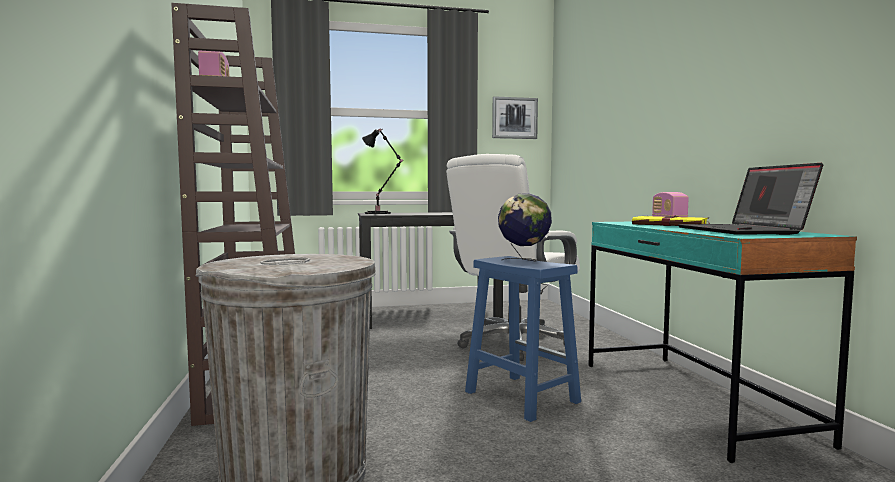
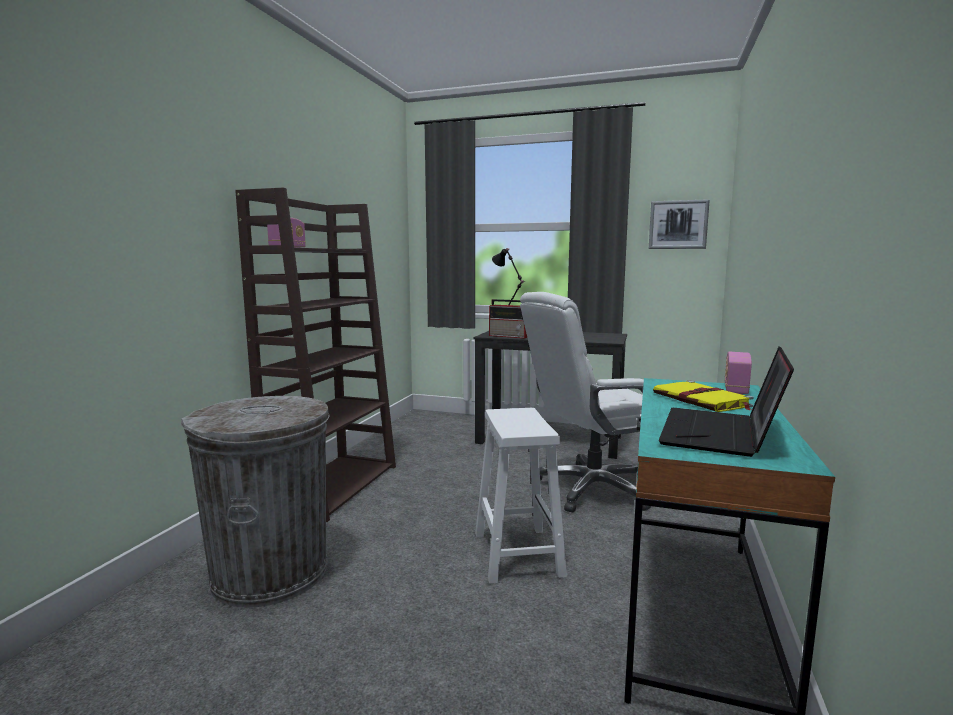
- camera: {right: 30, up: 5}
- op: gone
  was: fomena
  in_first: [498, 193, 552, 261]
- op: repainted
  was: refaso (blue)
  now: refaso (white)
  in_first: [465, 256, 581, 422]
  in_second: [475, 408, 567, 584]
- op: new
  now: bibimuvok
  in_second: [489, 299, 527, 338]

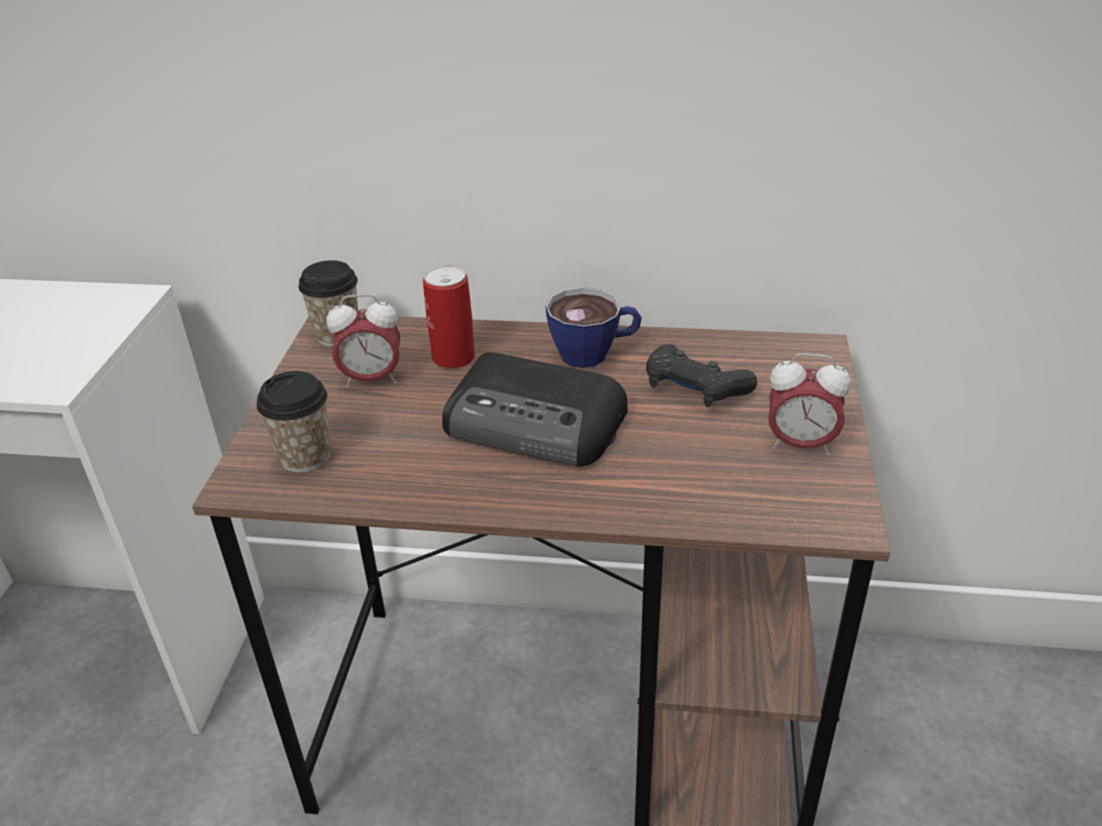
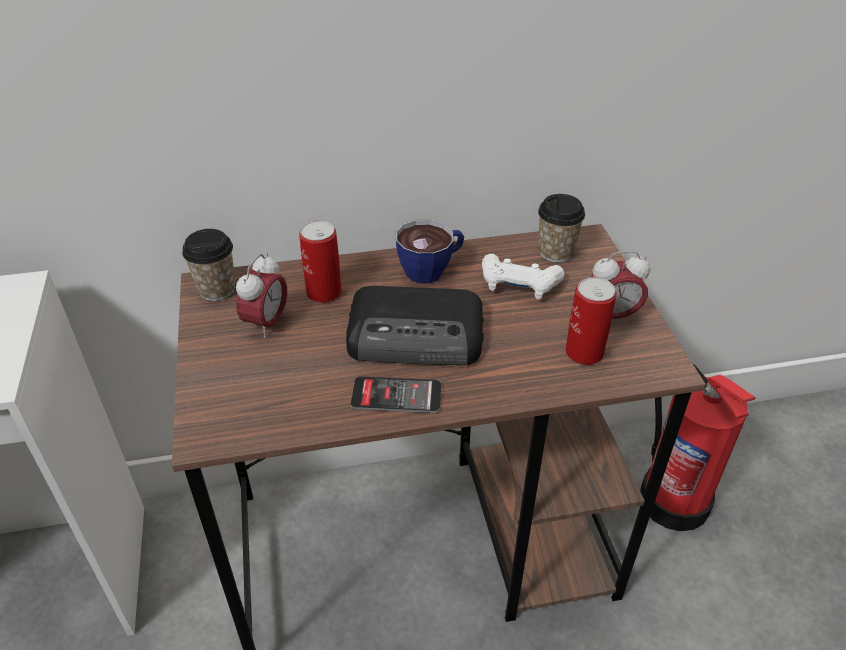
- camera: {right: -20, up: 5}
- op: rotated
  was: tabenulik
  in_first: [326, 294, 400, 388]
  in_second: [236, 253, 287, 338]
  clockwise: -45
- op: repainted
  was: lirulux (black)
  now: lirulux (white)
  in_first: [646, 344, 757, 407]
  in_second: [482, 254, 564, 299]
- op: shifted
  was: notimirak
  in_first: [256, 371, 331, 472]
  in_second: [538, 194, 585, 263]
- op: new
  now: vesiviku
  in_second: [565, 277, 617, 365]
- op: new
  now: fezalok
  in_second: [640, 364, 756, 531]
- op: new
  now: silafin
  in_second: [351, 376, 442, 413]

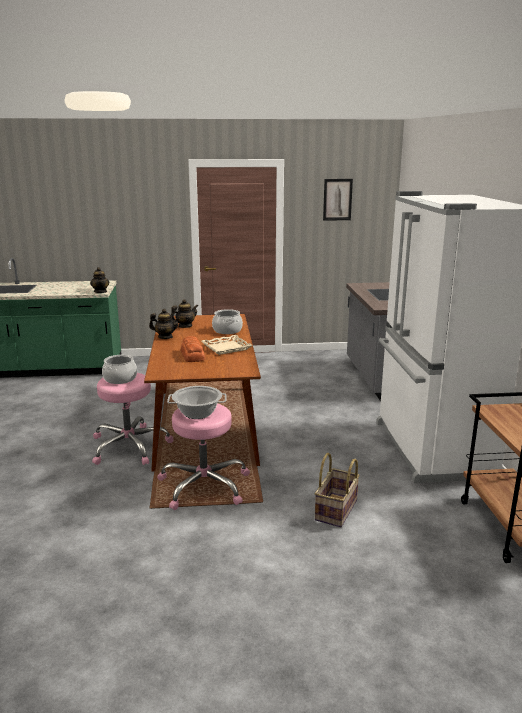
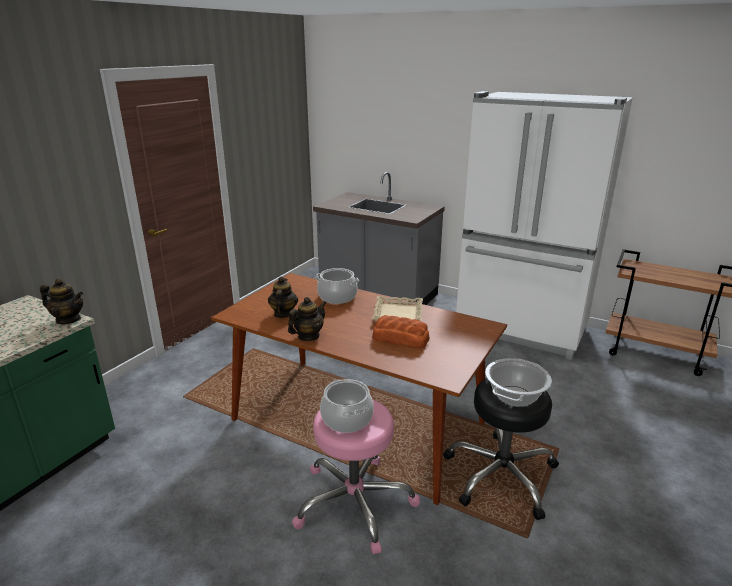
- camera: {right: -55, up: 5}
- op: gone
  was: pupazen
  in_first: [323, 179, 353, 221]
- op: repainted
  was: refaso (pink)
  now: refaso (black)
  in_first: [157, 404, 250, 510]
  in_second: [443, 378, 559, 520]
- op: gone
  was: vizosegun
  in_first: [315, 453, 360, 527]

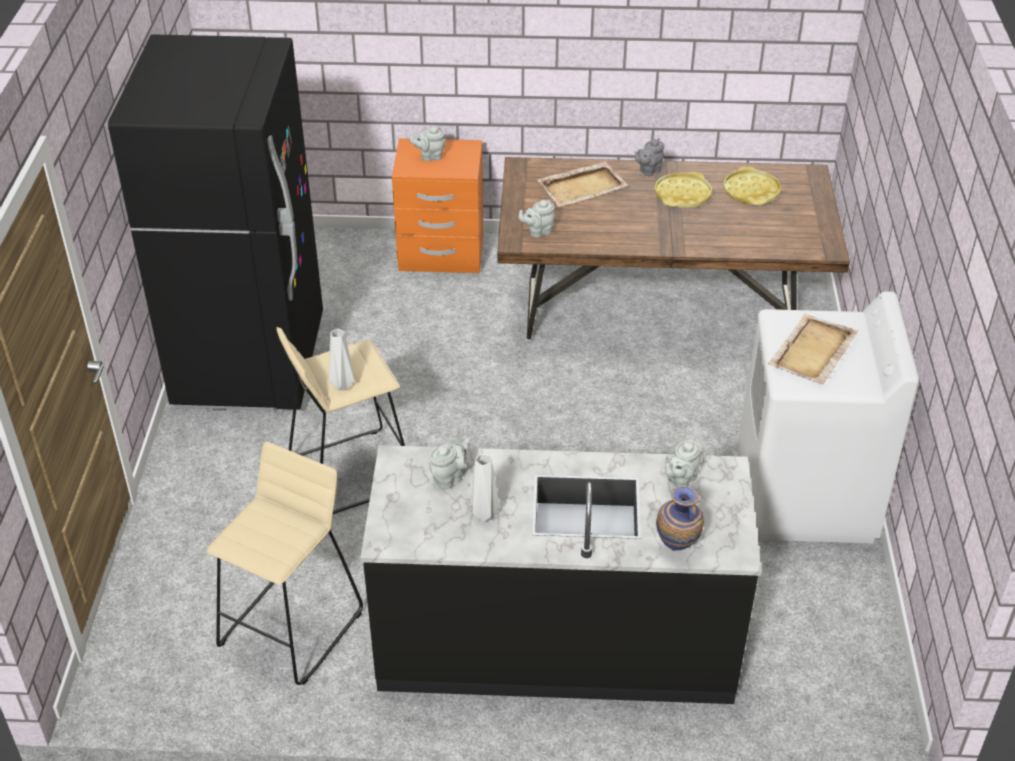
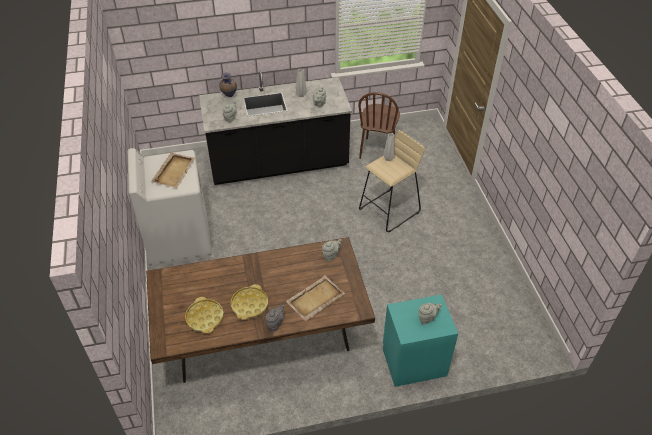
- camera: {right: 165, up: 5}
- op: gone
  was: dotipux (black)
  in_first: [108, 34, 323, 411]
- op: repainted
  was: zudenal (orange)
  now: zudenal (turquoise)
  in_first: [392, 138, 483, 273]
  in_second: [383, 294, 458, 387]
- op: swapped
  was: refaso (beige)
  now: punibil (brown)
  in_first: [207, 442, 363, 685]
  in_second: [358, 92, 400, 159]

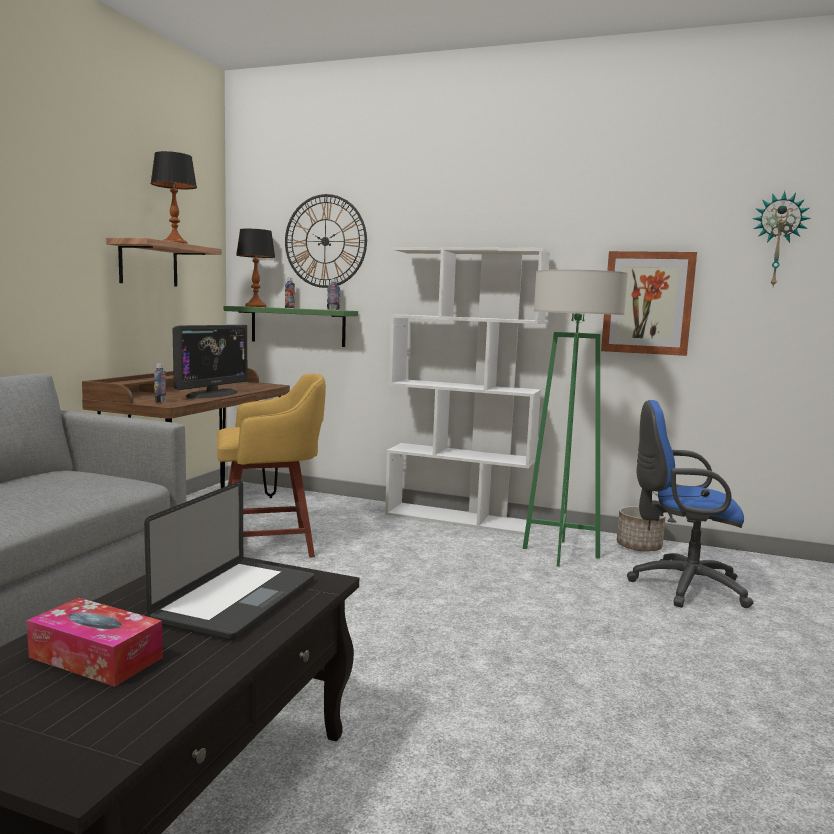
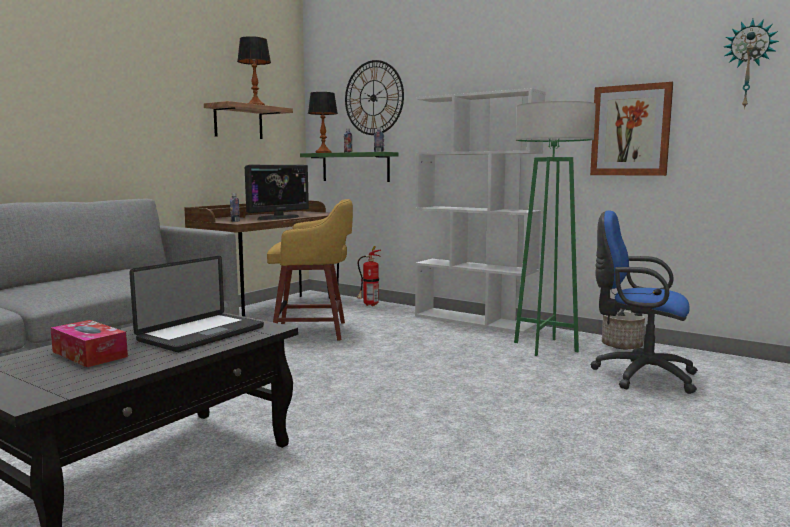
- camera: {right: 15, up: 0}
- op: new
  now: fezalok
  in_second: [357, 246, 381, 306]

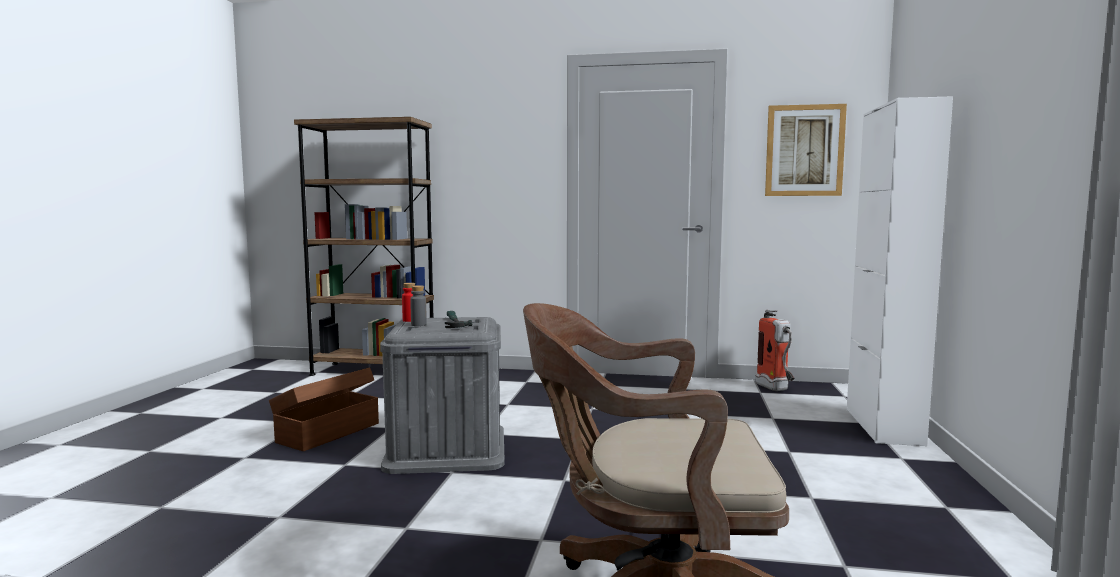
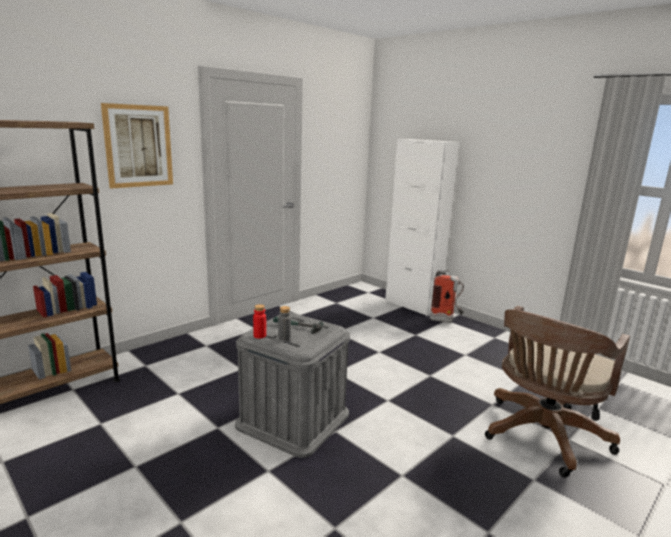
- camera: {right: -55, up: 10}
- op: shifted
  was: pupazen
  in_first: [765, 104, 847, 196]
  in_second: [101, 103, 173, 188]
- op: shifted
  was: fezalok
  in_first: [755, 310, 795, 391]
  in_second: [430, 270, 464, 323]
- op: gone
  was: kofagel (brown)
  in_first: [269, 368, 379, 451]

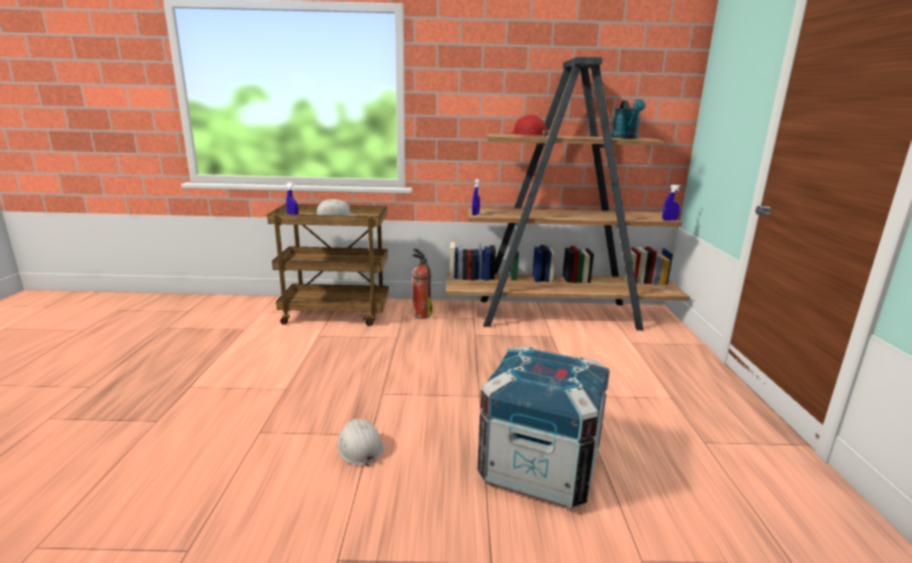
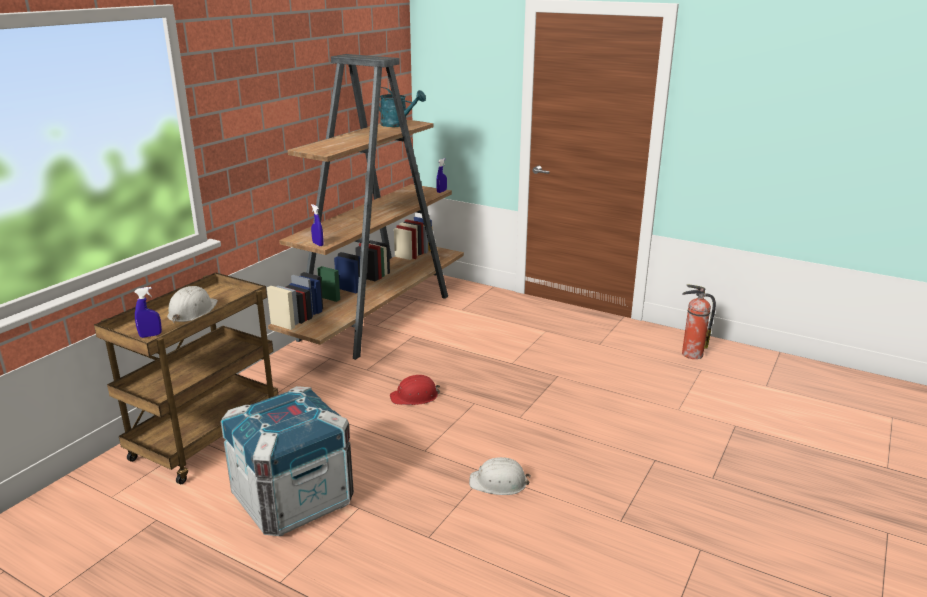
- camera: {right: -60, up: 5}
- op: shifted
  was: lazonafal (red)
  in_first: [507, 115, 549, 137]
  in_second: [390, 375, 440, 405]
- op: shifted
  was: fezalok
  in_first: [412, 248, 433, 319]
  in_second: [682, 285, 716, 359]
- op: shifted
  was: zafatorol
  in_first: [477, 346, 610, 509]
  in_second: [221, 386, 354, 536]

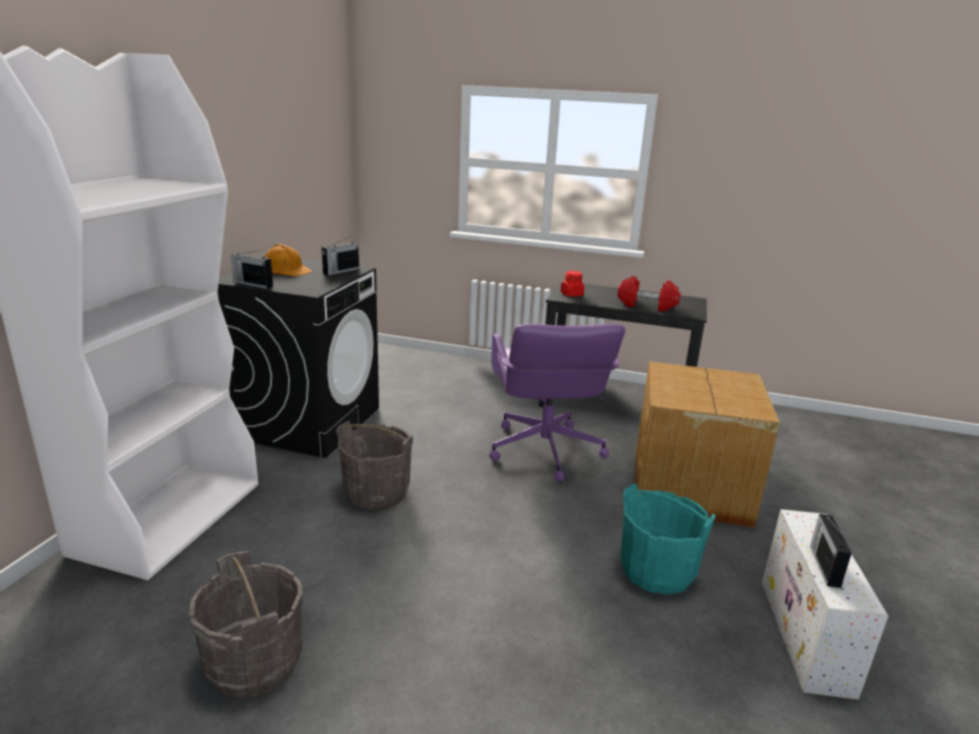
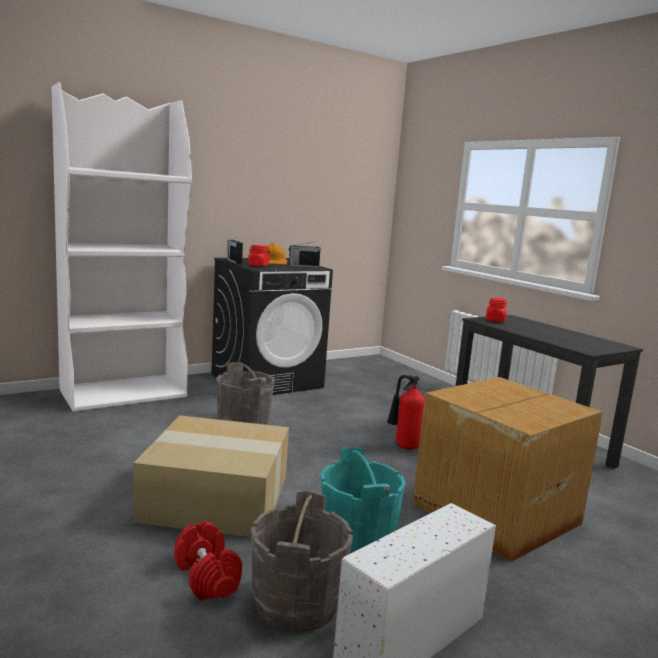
- camera: {right: 40, up: -10}
- op: shifted
  was: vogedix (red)
  in_first: [617, 276, 681, 312]
  in_second: [175, 521, 242, 601]
- op: swapped
  was: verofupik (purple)
  now: fezalok
  in_first: [489, 324, 625, 482]
  in_second: [387, 375, 425, 449]
- op: gone
  was: bibimuvok
  in_first: [810, 514, 852, 588]
- op: shifted
  was: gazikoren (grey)
  in_first: [189, 551, 302, 698]
  in_second: [251, 491, 353, 632]
- op: new
  now: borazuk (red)
  in_second: [248, 245, 271, 267]
- op: new
  now: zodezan
  in_second: [134, 415, 289, 537]

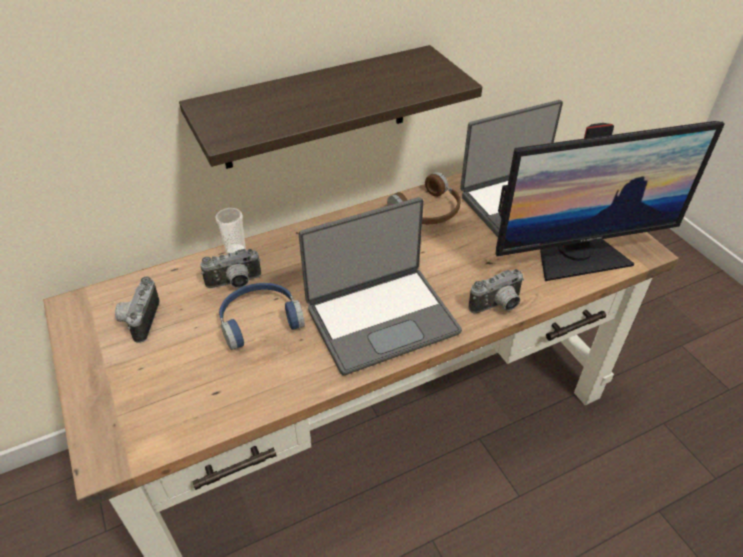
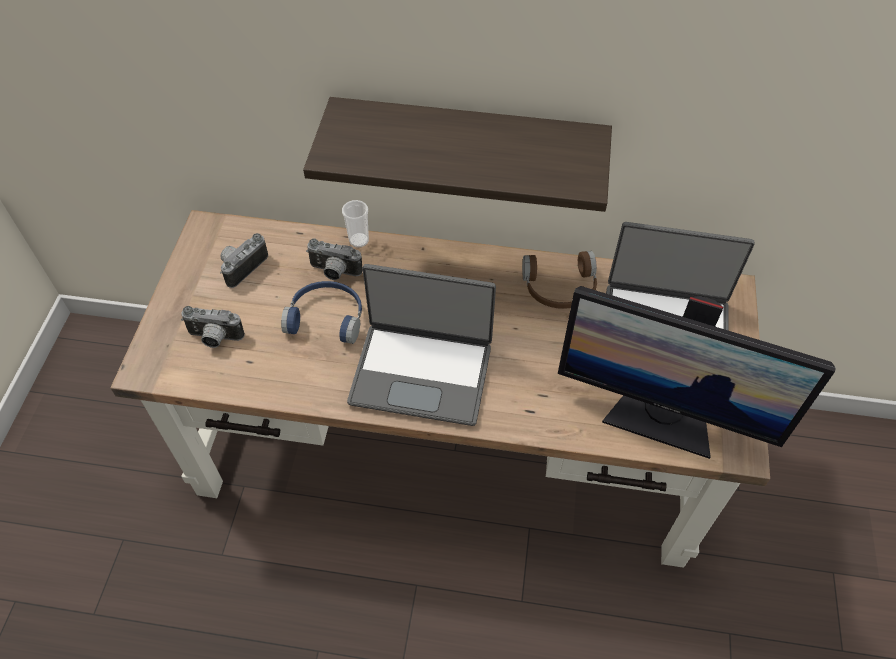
- camera: {right: 35, up: 10}
- op: shifted
  was: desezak
  in_first: [468, 269, 524, 313]
  in_second: [181, 306, 245, 348]

